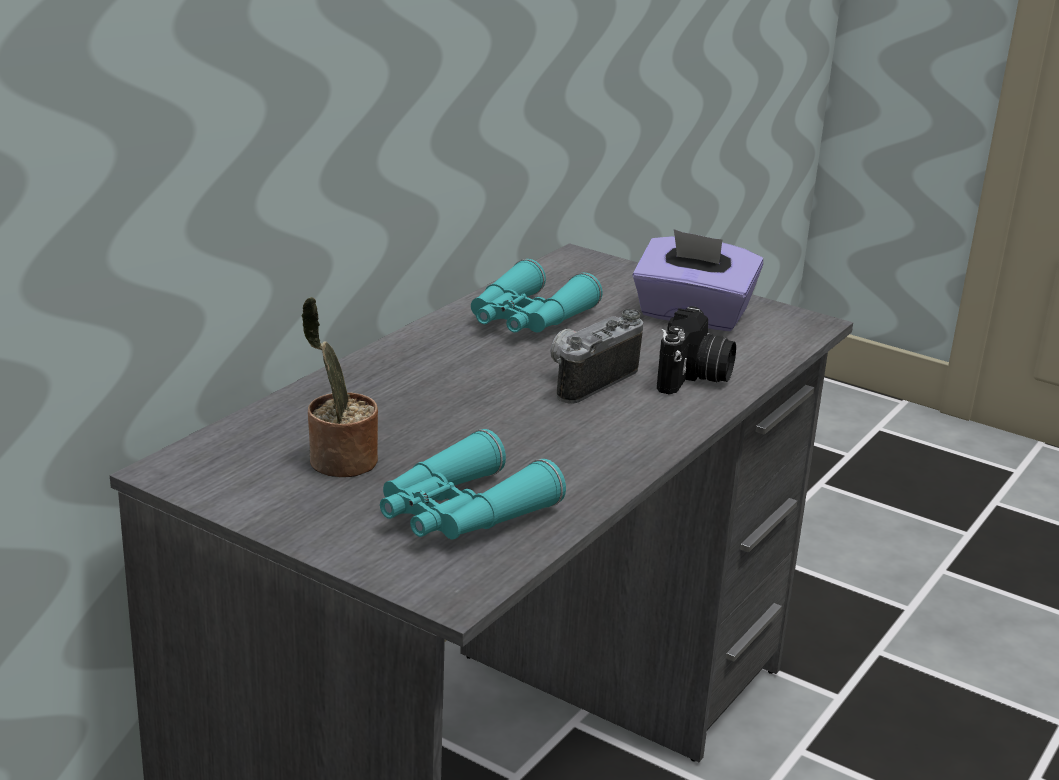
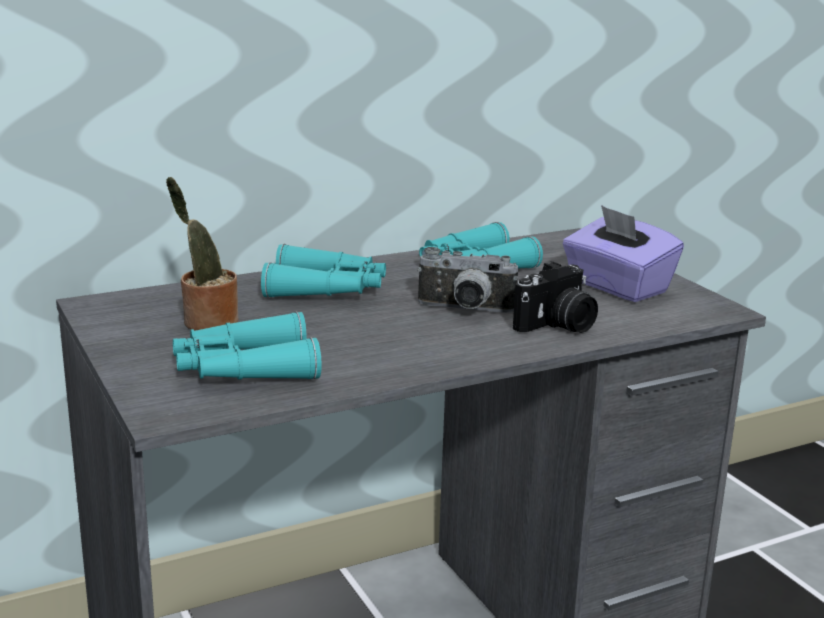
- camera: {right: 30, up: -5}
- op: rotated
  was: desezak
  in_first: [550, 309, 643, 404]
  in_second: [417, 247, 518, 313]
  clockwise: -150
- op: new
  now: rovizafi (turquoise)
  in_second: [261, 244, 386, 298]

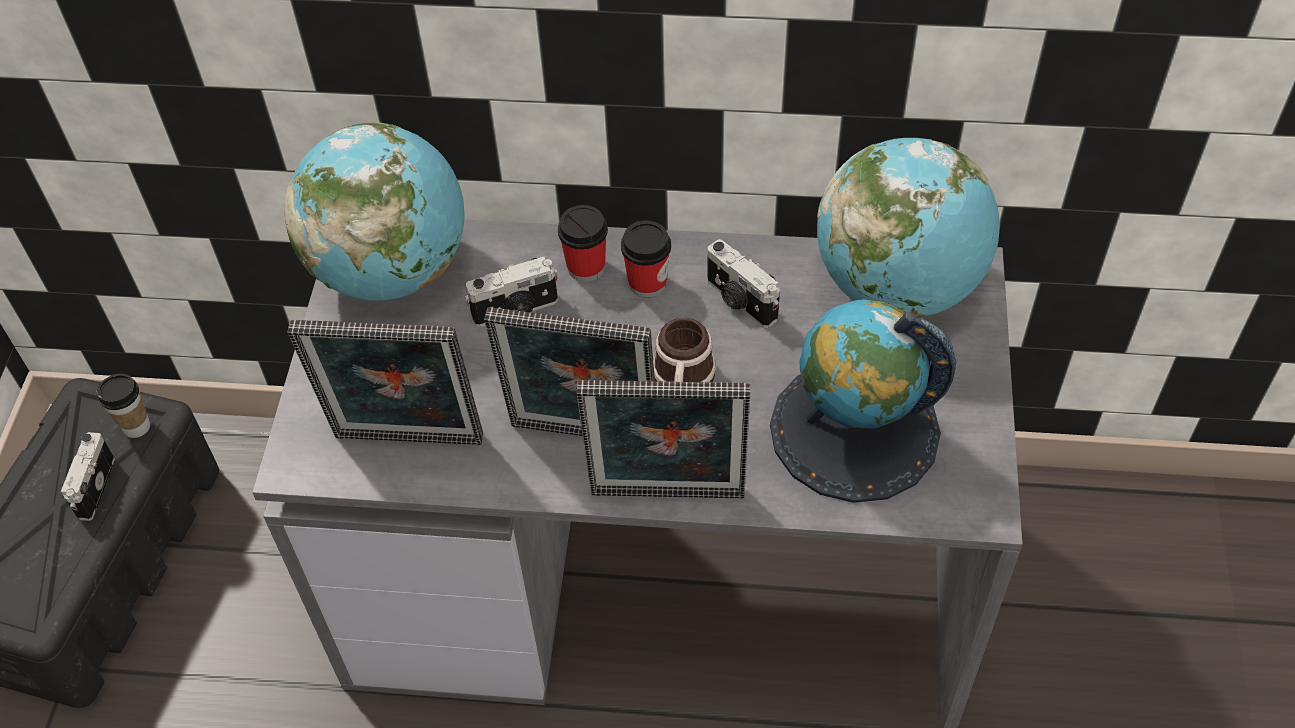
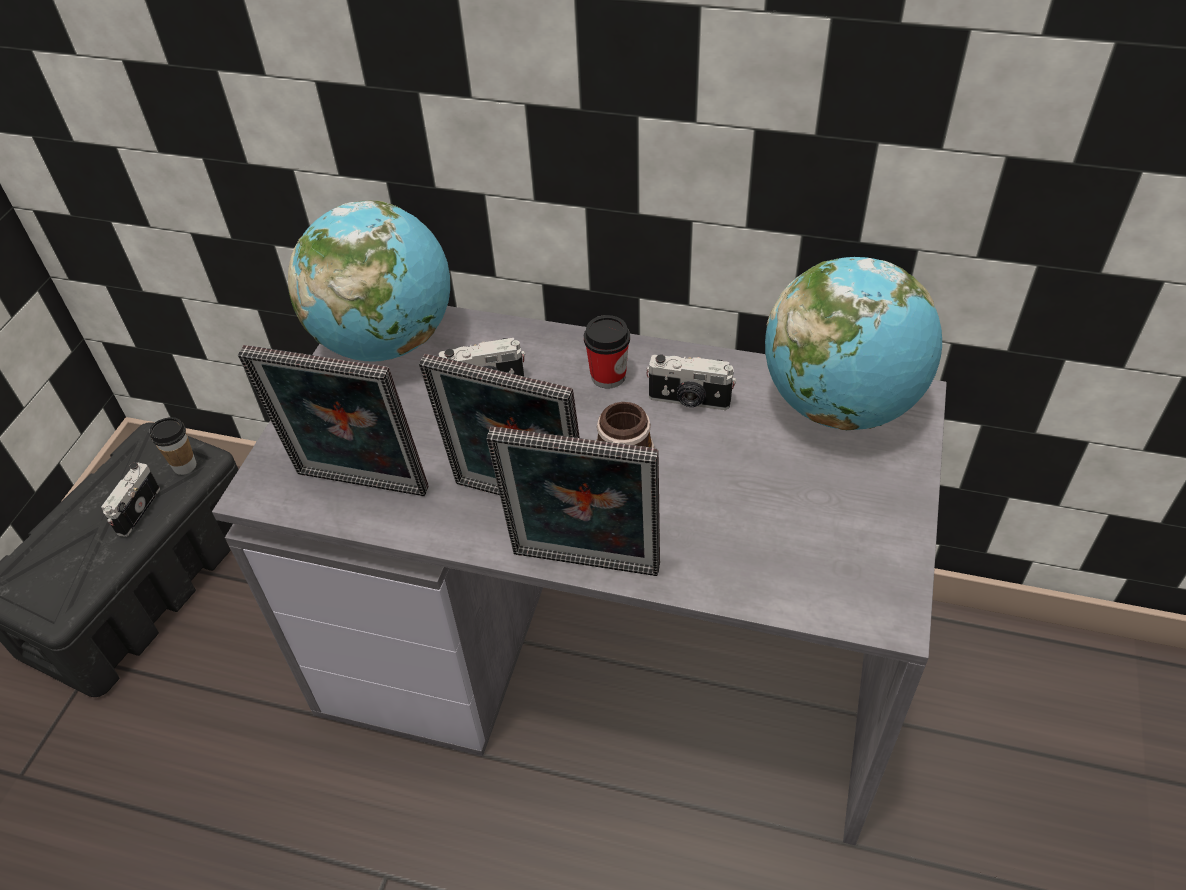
- camera: {right: 10, up: -5}
- op: gone
  was: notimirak
  in_first: [558, 205, 608, 282]
- op: rotated
  was: desezak
  in_first: [707, 239, 780, 328]
  in_second: [646, 354, 736, 410]
  clockwise: -45
- op: gone
  was: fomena
  in_first: [770, 299, 956, 503]

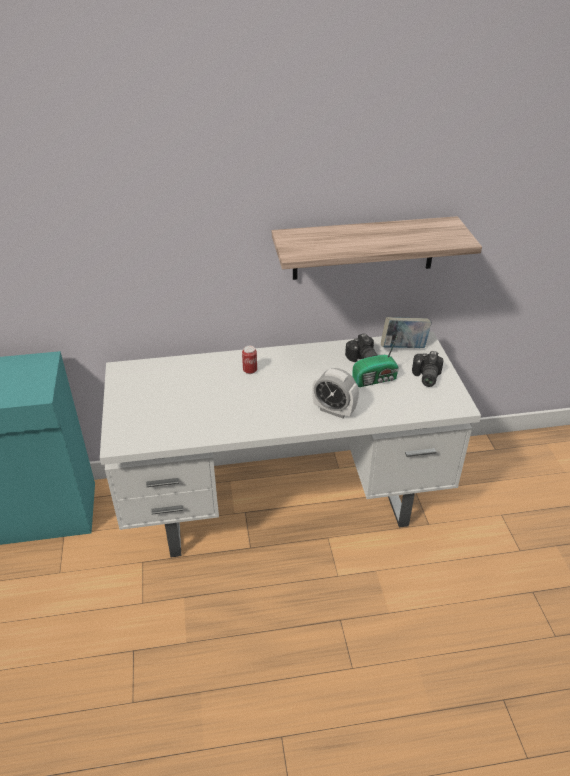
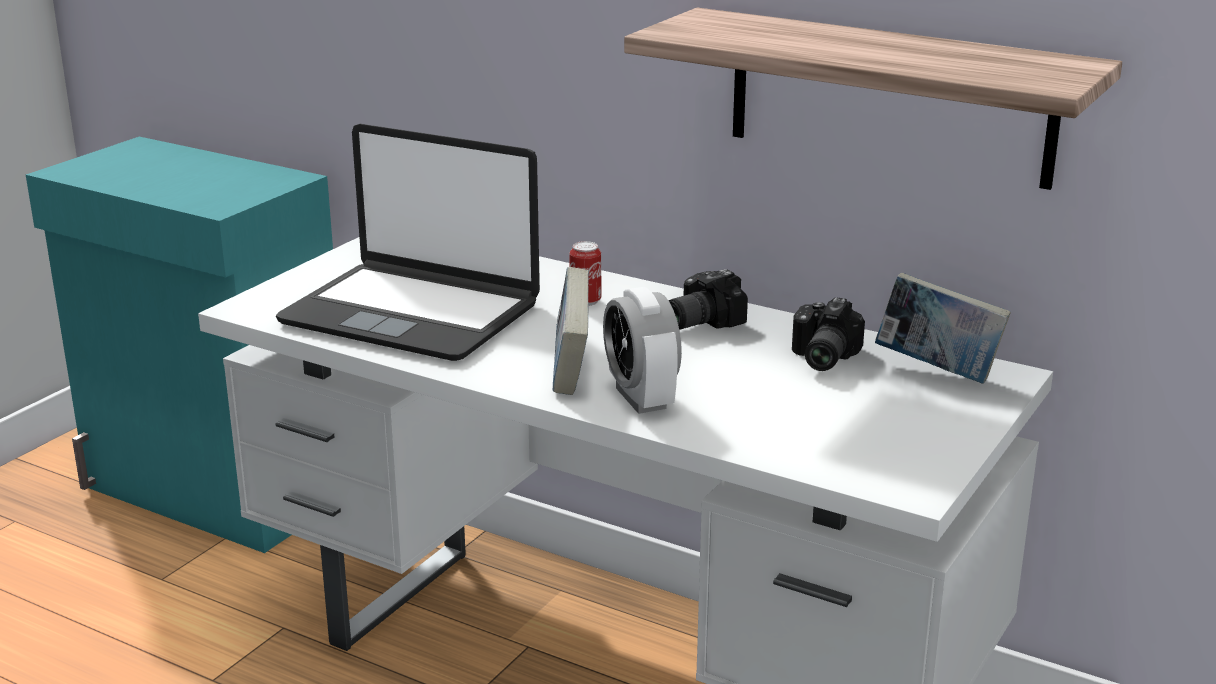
- camera: {right: 40, up: -15}
- op: gone
  was: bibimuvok
  in_first: [352, 335, 399, 387]
- op: shifted
  was: desezak
  in_first: [412, 351, 444, 387]
  in_second: [668, 269, 748, 330]
- op: new
  now: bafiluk
  in_second: [276, 124, 540, 361]
- op: new
  now: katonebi
  in_second: [553, 267, 589, 395]

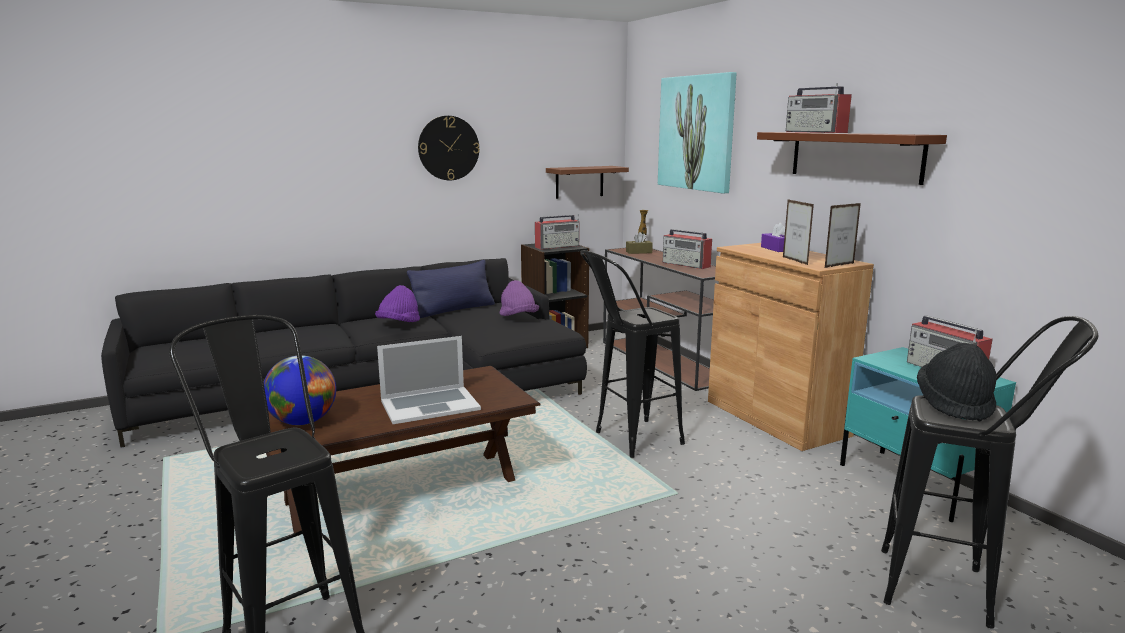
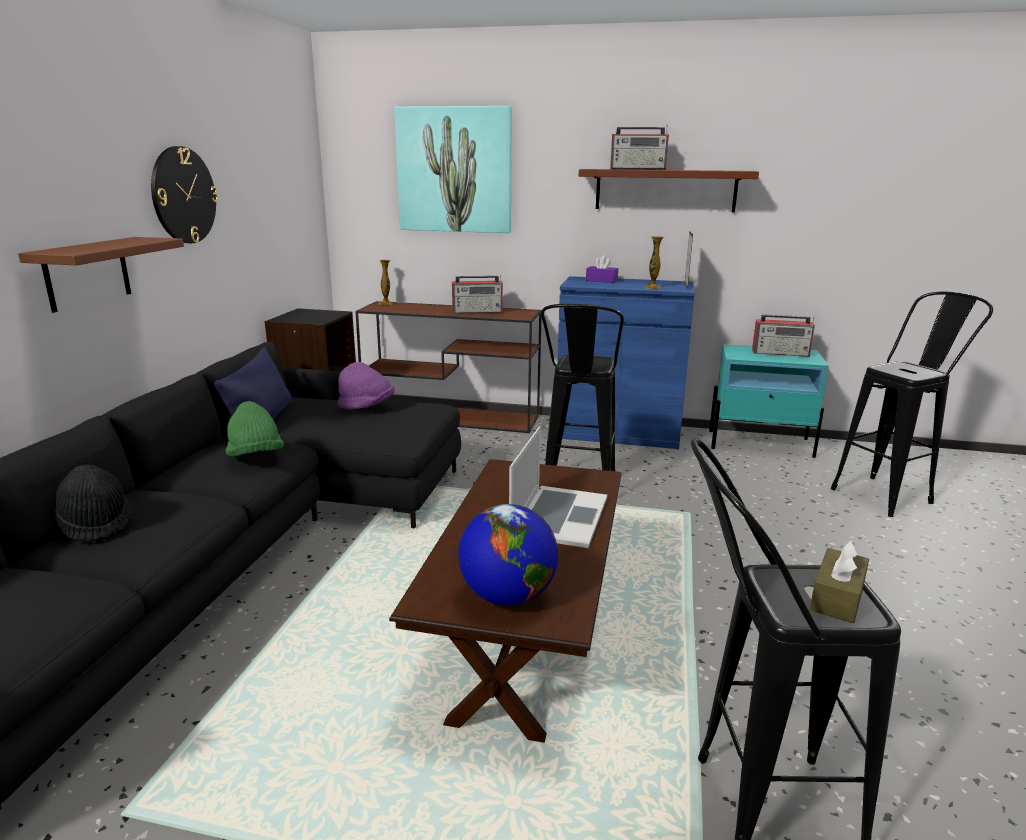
- camera: {right: -50, up: 5}
- op: shifted
  was: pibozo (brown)
  in_first: [546, 166, 629, 199]
  in_second: [18, 237, 184, 313]
- op: swapped
  was: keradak
  now: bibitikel
  in_first: [783, 200, 814, 265]
  in_second: [645, 236, 663, 289]
- op: gone
  was: bibimuvok
  in_first: [535, 214, 579, 250]
- op: shifted
  was: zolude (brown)
  in_first: [626, 232, 653, 254]
  in_second: [810, 541, 869, 623]
- op: repainted
  was: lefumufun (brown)
  now: lefumufun (blue)
  in_first: [708, 243, 874, 451]
  in_second: [557, 276, 695, 449]
- op: repainted
  was: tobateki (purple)
  now: tobateki (green)
  in_first: [375, 285, 420, 322]
  in_second: [226, 401, 284, 457]
- op: shifted
  was: tobateki (black)
  in_first: [917, 343, 996, 421]
  in_second: [53, 465, 133, 542]

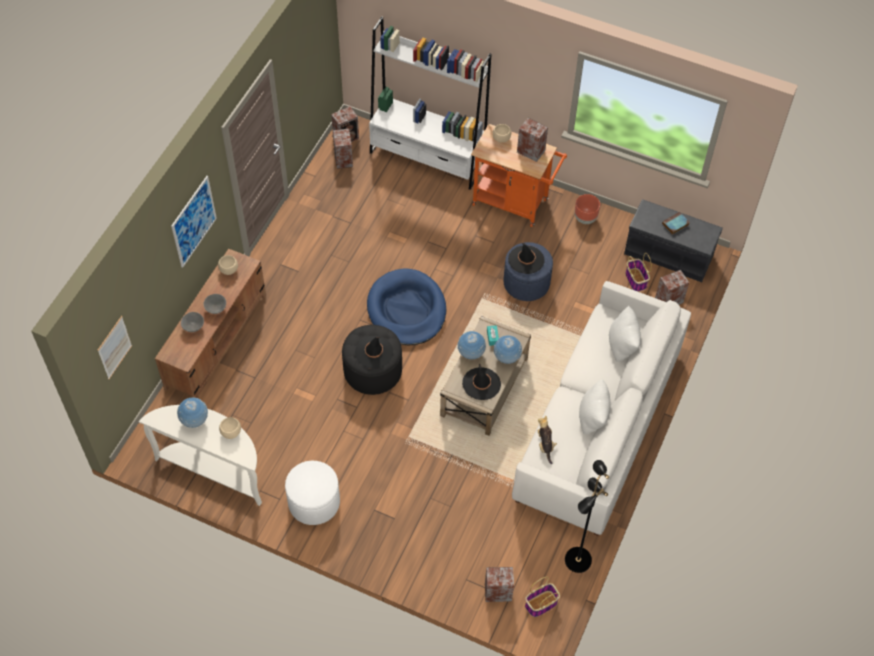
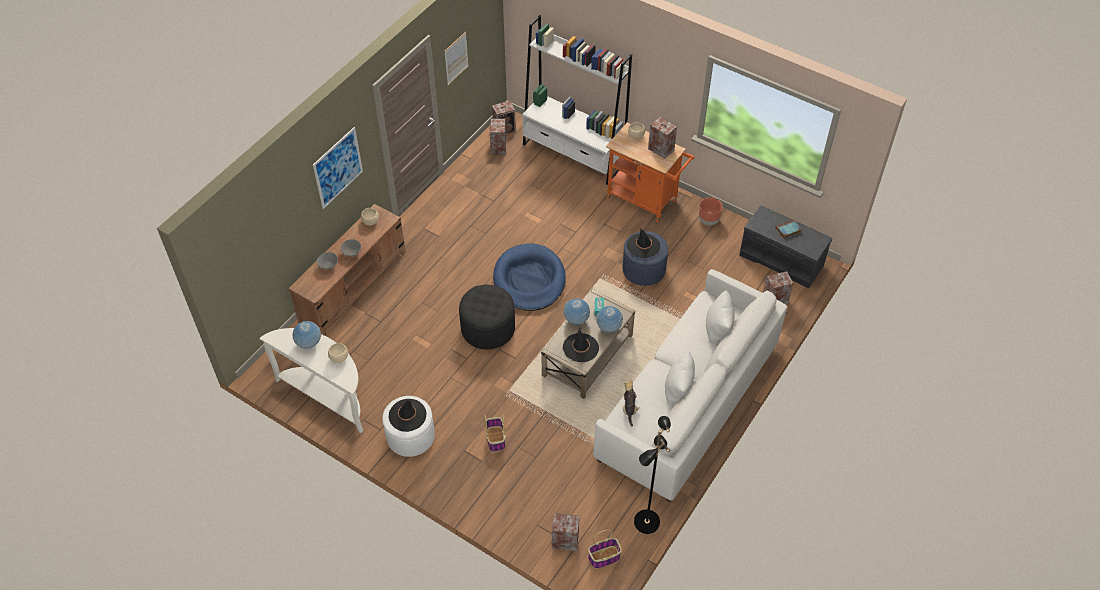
- camera: {right: 10, up: -5}
- op: shifted
  was: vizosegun
  in_first: [625, 253, 652, 292]
  in_second: [485, 413, 505, 452]
- op: shifted
  was: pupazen
  in_first: [98, 316, 132, 379]
  in_second: [444, 32, 469, 85]
- op: shifted
  was: tobateki (black)
  in_first: [355, 336, 393, 369]
  in_second: [389, 399, 426, 432]

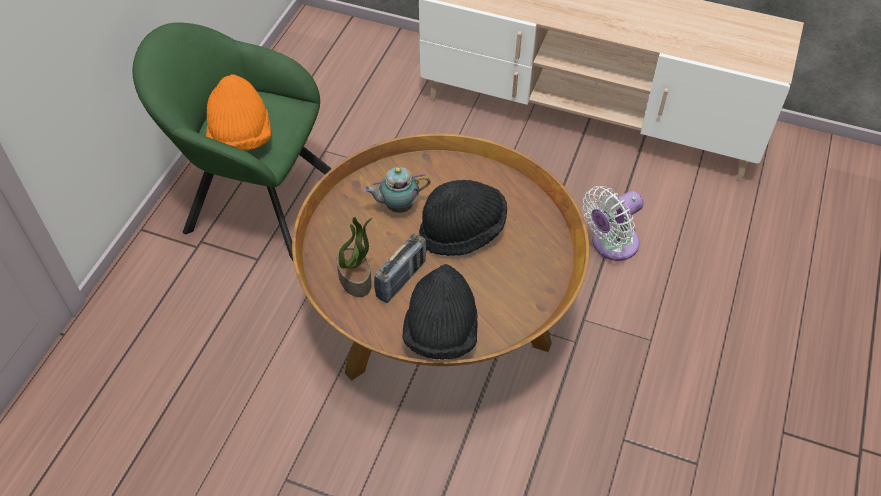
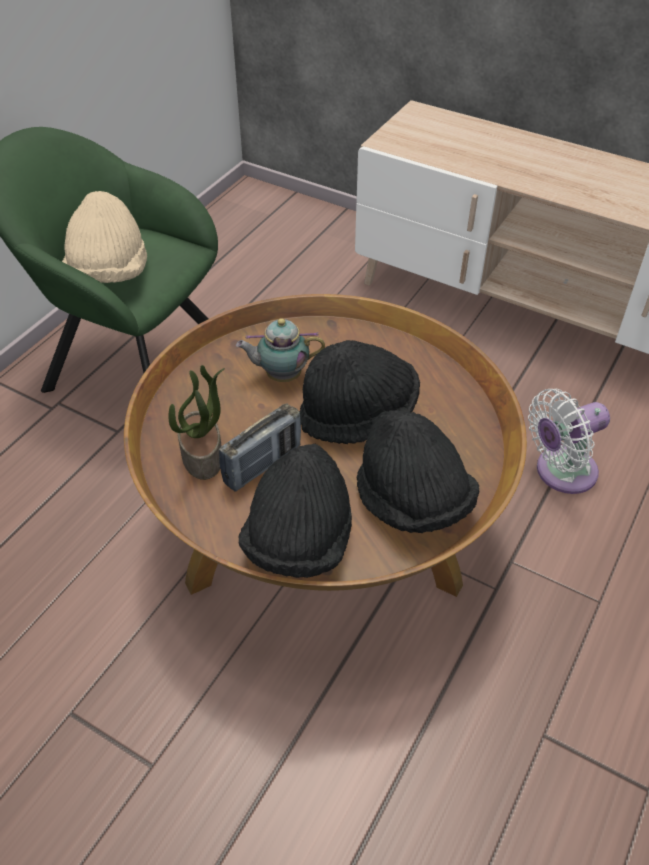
- camera: {right: 10, up: -5}
- op: repainted
  was: tobateki (orange)
  now: tobateki (beige)
  in_first: [206, 75, 271, 151]
  in_second: [62, 191, 147, 283]
- op: new
  now: tobateki (black)
  in_second: [356, 410, 479, 533]

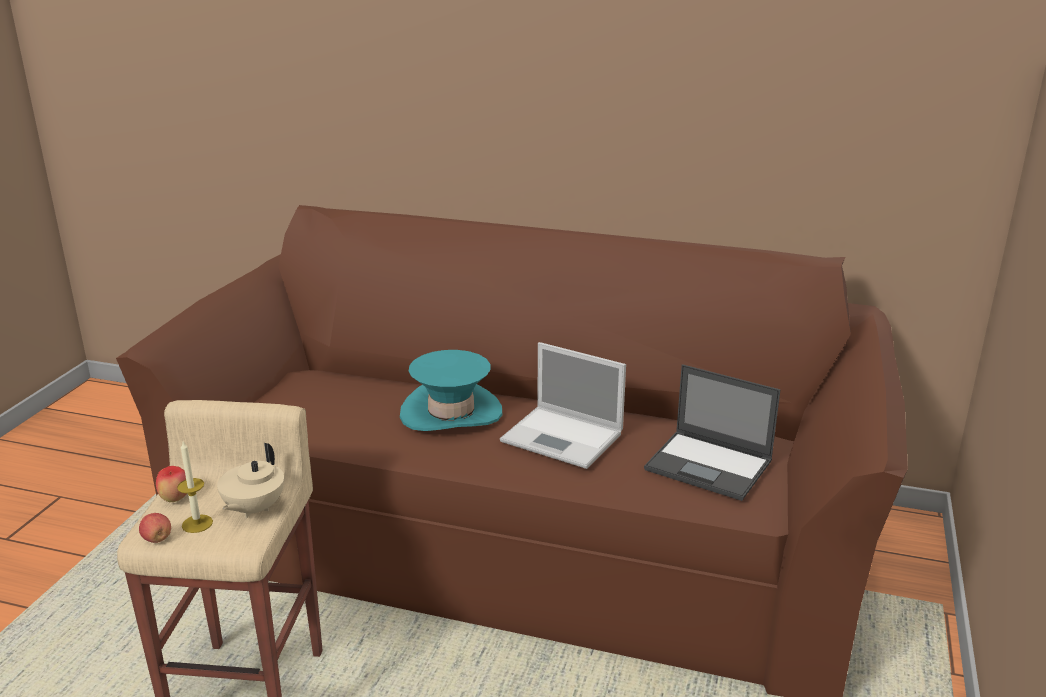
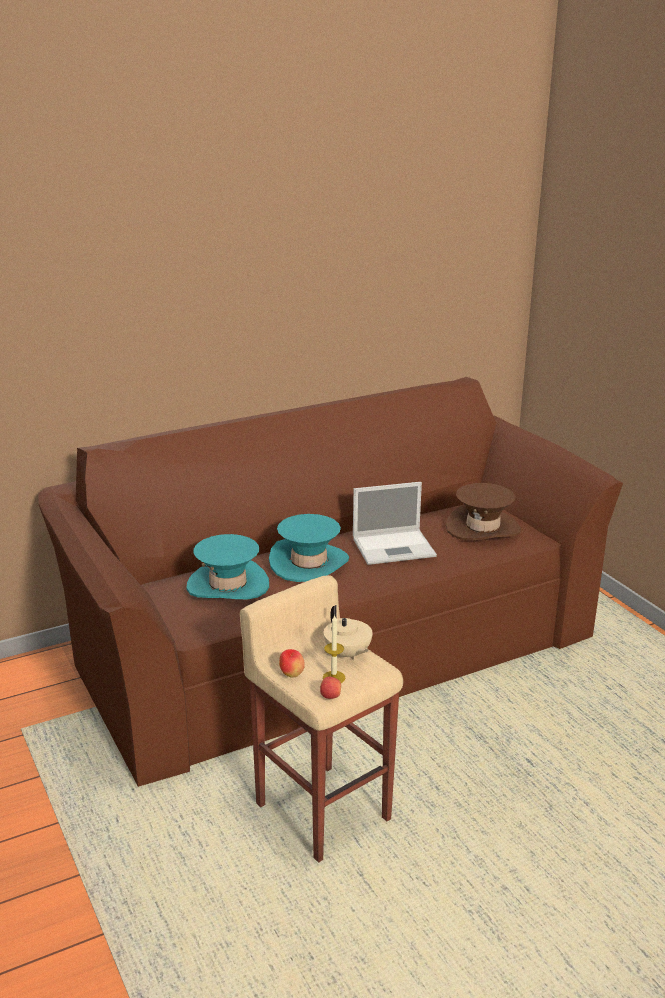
- camera: {right: -45, up: 0}
- op: swapped
  was: bafiluk
  now: tobateki (brown)
  in_first: [644, 364, 780, 501]
  in_second: [446, 483, 521, 540]
- op: new
  now: tobateki (turquoise)
  in_second: [186, 534, 269, 599]

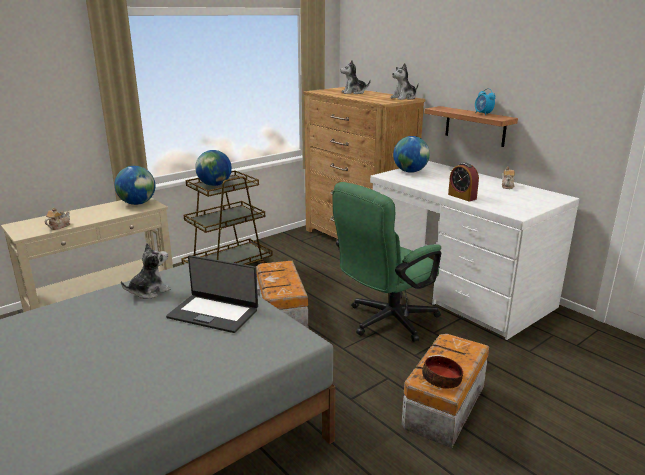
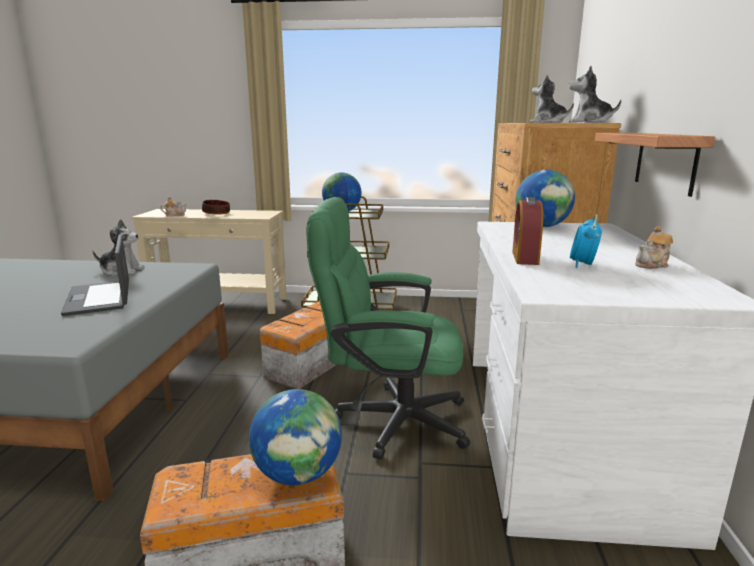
- camera: {right: 45, up: -5}
- op: shifted
  was: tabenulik
  in_first: [475, 88, 496, 115]
  in_second: [570, 214, 602, 268]
- op: shifted
  was: fomena
  in_first: [115, 166, 155, 205]
  in_second: [249, 389, 342, 485]
- op: shifted
  was: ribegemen
  in_first: [422, 356, 463, 389]
  in_second: [202, 200, 230, 215]

